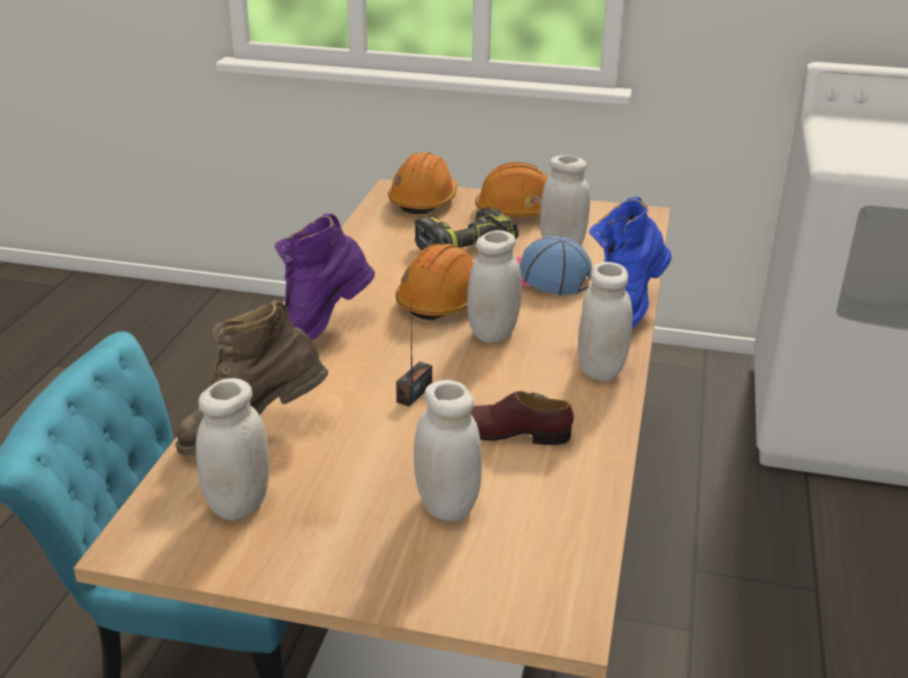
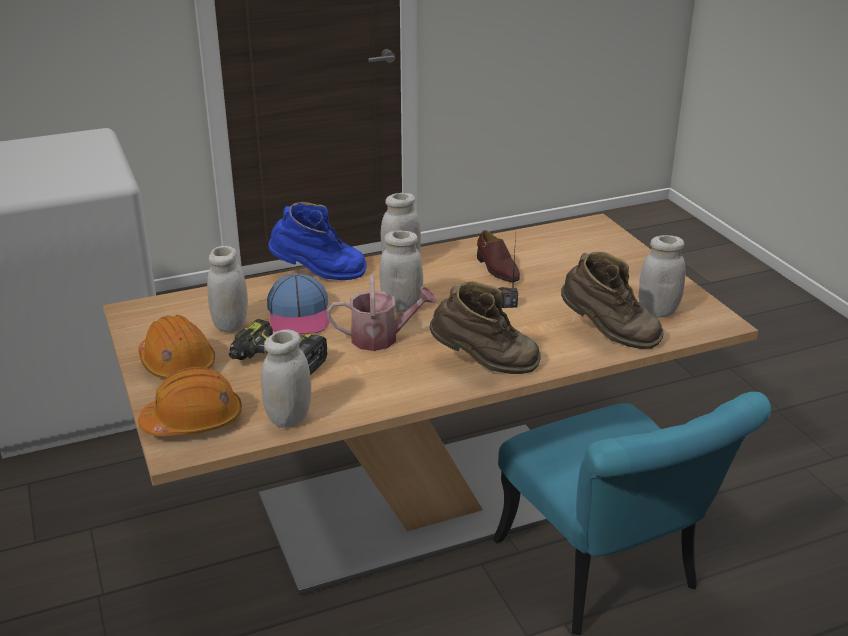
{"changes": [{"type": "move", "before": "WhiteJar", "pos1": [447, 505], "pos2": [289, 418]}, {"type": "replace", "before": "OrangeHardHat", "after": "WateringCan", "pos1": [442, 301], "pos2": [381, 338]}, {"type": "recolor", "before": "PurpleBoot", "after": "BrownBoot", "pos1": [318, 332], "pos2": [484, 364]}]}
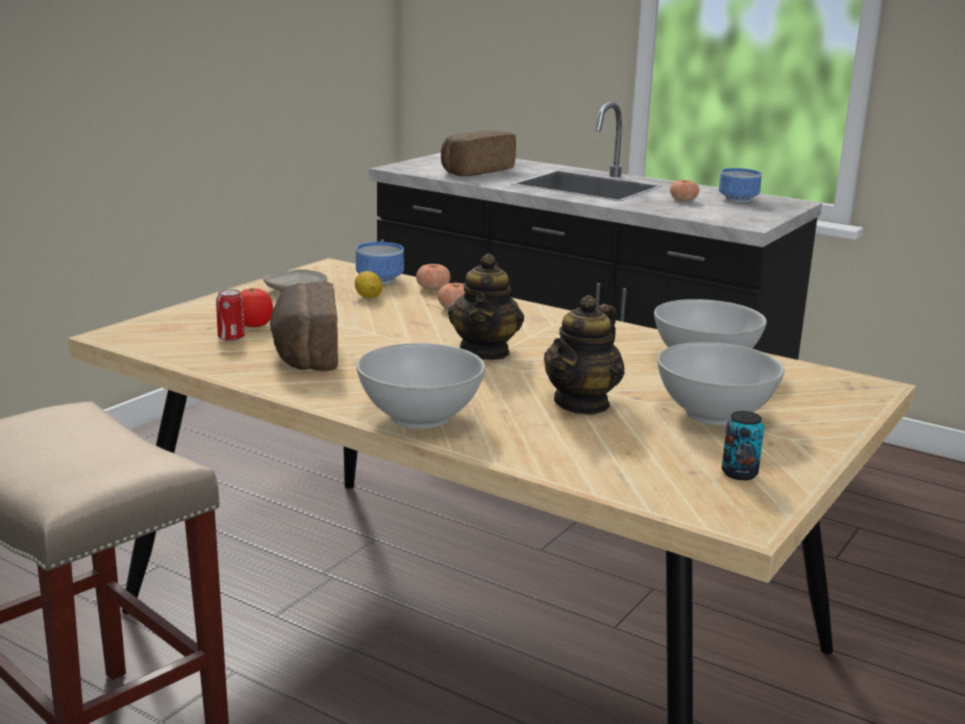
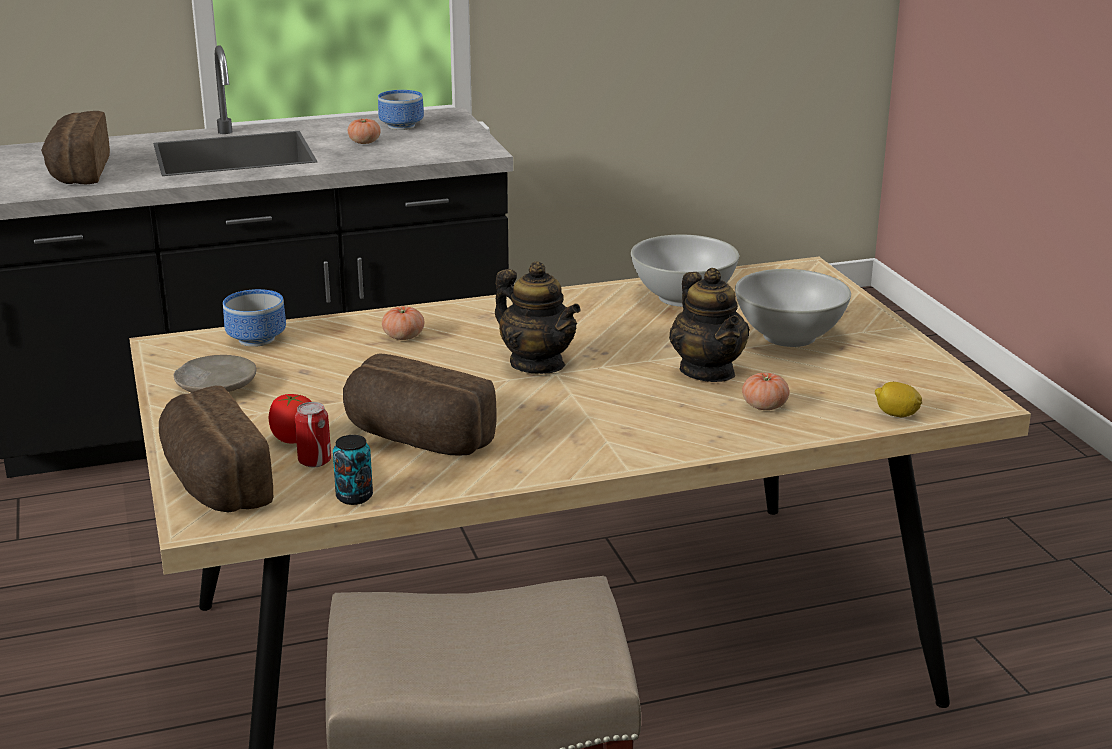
{"changes": [{"type": "insert", "after": "Bread", "pos2": [212, 483]}, {"type": "move", "before": "Can", "pos1": [739, 473], "pos2": [354, 497]}, {"type": "move", "before": "Tomato", "pos1": [433, 288], "pos2": [764, 406]}, {"type": "move", "before": "Lemon", "pos1": [368, 297], "pos2": [896, 415]}, {"type": "delete", "before": "WhiteBowl", "pos1": [419, 417]}]}
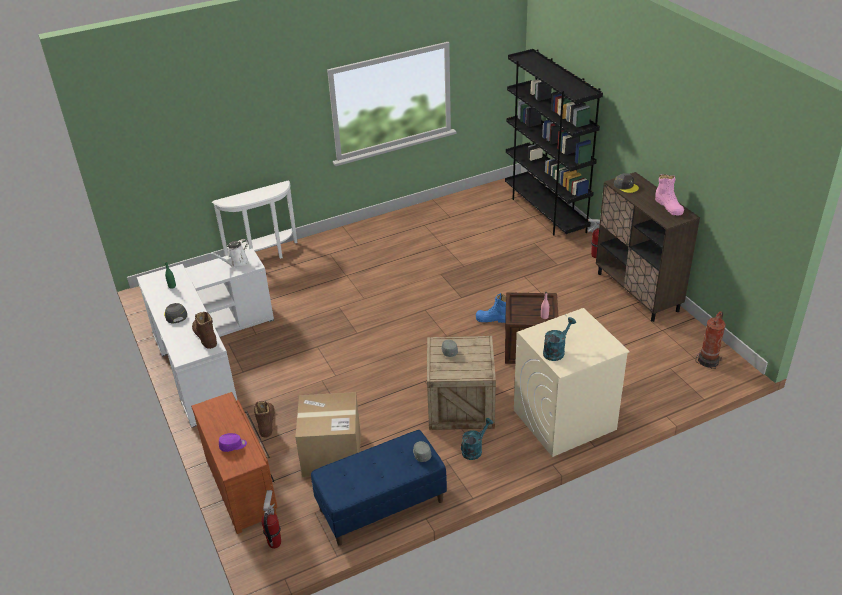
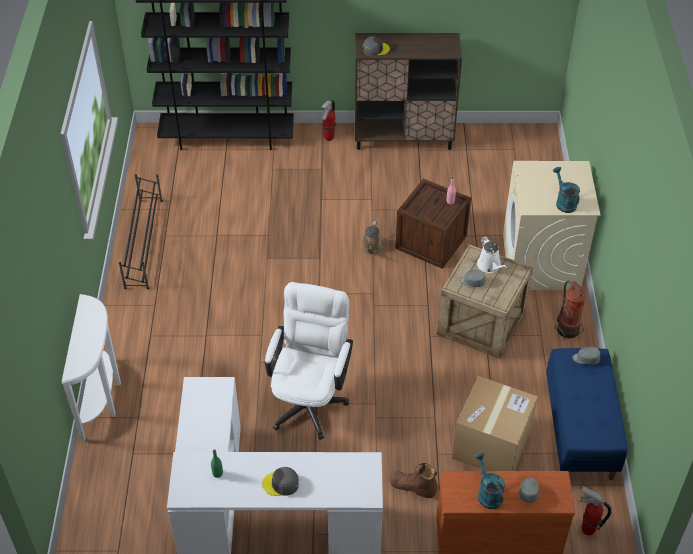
{"changes": [{"type": "insert", "after": "BlackShoeRack", "pos2": [144, 242]}, {"type": "insert", "after": "WhiteOfficeChair", "pos2": [310, 399]}, {"type": "replace", "before": "BlueBoot", "after": "BrownWateringCan", "pos1": [494, 319], "pos2": [371, 248]}, {"type": "move", "before": "TurquoiseWateringCan", "pos1": [474, 449], "pos2": [487, 493]}, {"type": "move", "before": "WhiteWateringCan", "pos1": [236, 263], "pos2": [490, 266]}, {"type": "recolor", "before": "PurpleCap", "after": "GreyCap", "pos1": [233, 446], "pos2": [528, 491]}, {"type": "move", "before": "FireExtinguisher", "pos1": [709, 360], "pos2": [567, 329]}, {"type": "delete", "before": "BrownBoot", "pos1": [205, 336]}, {"type": "delete", "before": "PinkBoot", "pos1": [668, 206]}]}
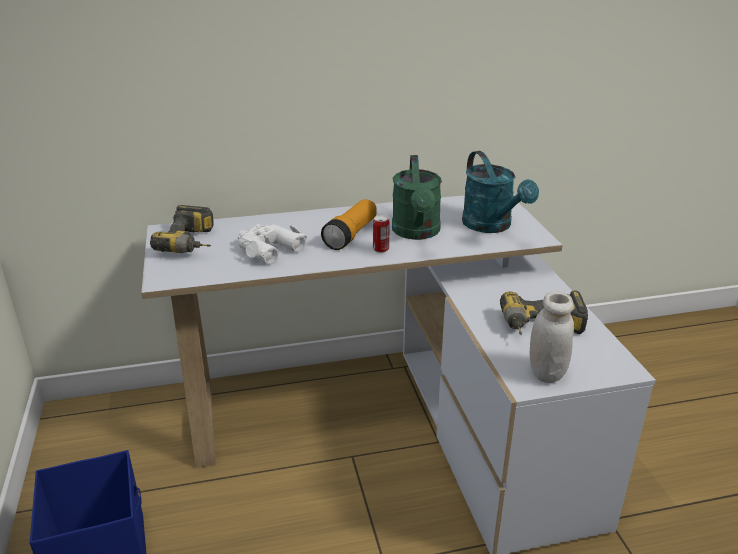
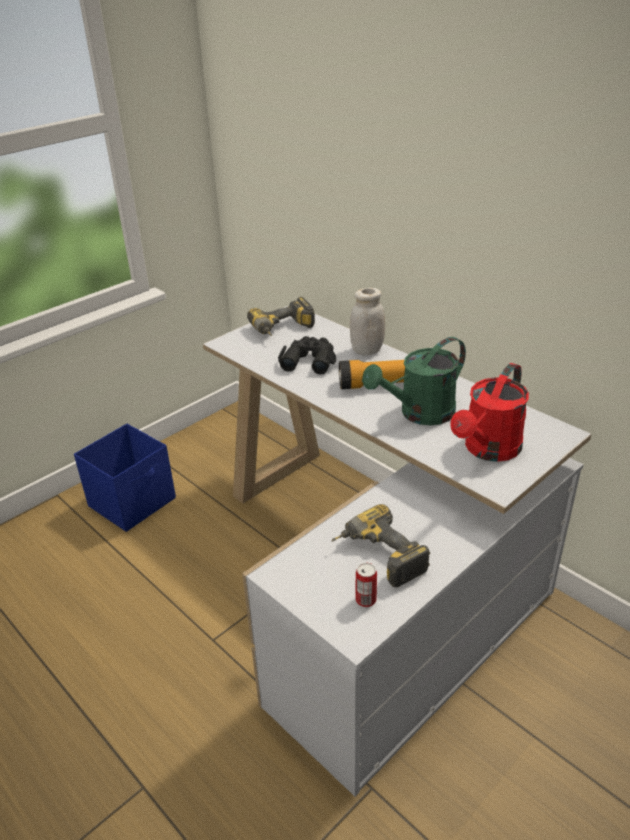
{"changes": [{"type": "recolor", "before": "WhiteBinoculars", "after": "BlackBinoculars", "pos1": [268, 249], "pos2": [309, 360]}, {"type": "move", "before": "WhiteJar", "pos1": [546, 373], "pos2": [367, 350]}, {"type": "move", "before": "Can", "pos1": [380, 249], "pos2": [366, 600]}, {"type": "recolor", "before": "TurquoiseWateringCan", "after": "RedWateringCan", "pos1": [492, 226], "pos2": [488, 450]}]}
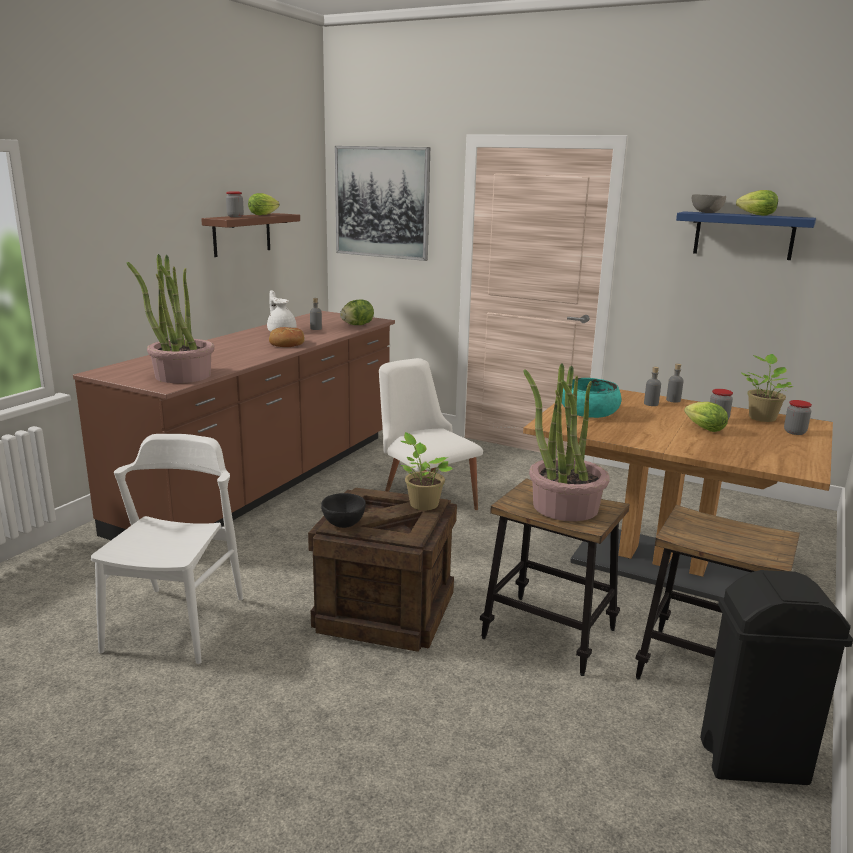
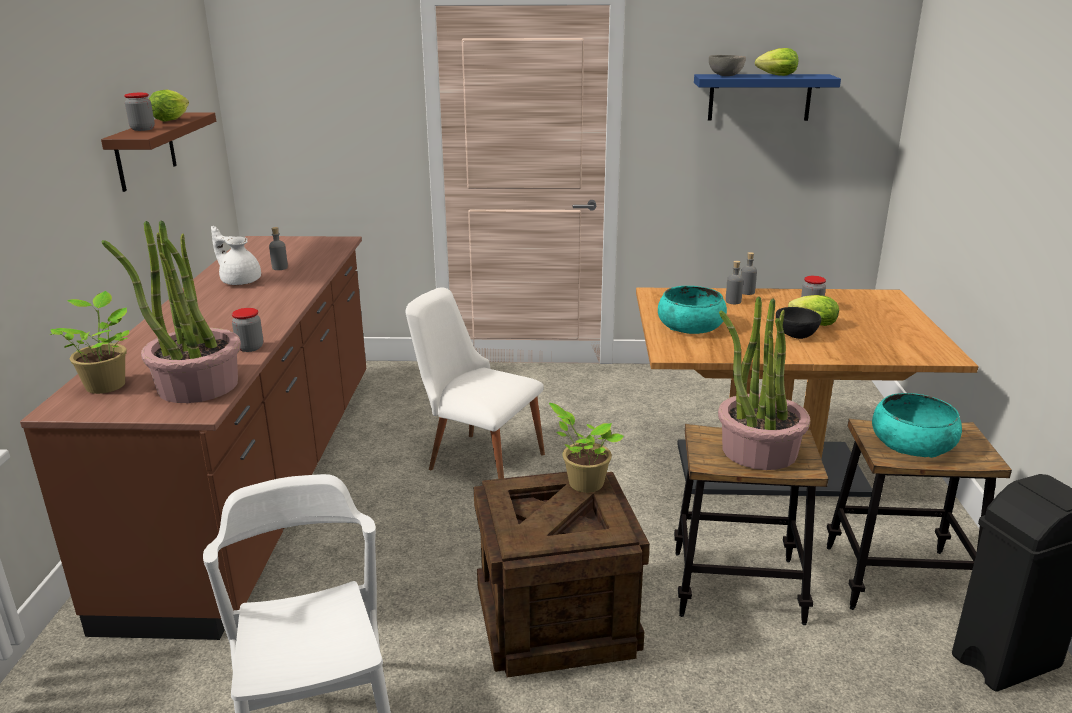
{"changes": [{"type": "move", "before": "PottedPlant", "pos1": [762, 417], "pos2": [106, 384]}, {"type": "move", "before": "Jar", "pos1": [794, 432], "pos2": [250, 347]}, {"type": "move", "before": "BlackBowl", "pos1": [343, 524], "pos2": [795, 336]}, {"type": "insert", "after": "TurquoiseBowl", "pos2": [912, 444]}, {"type": "delete", "before": "Bread", "pos1": [286, 344]}, {"type": "delete", "before": "Picture", "pos1": [382, 202]}, {"type": "delete", "before": "Lettuce", "pos1": [357, 325]}]}
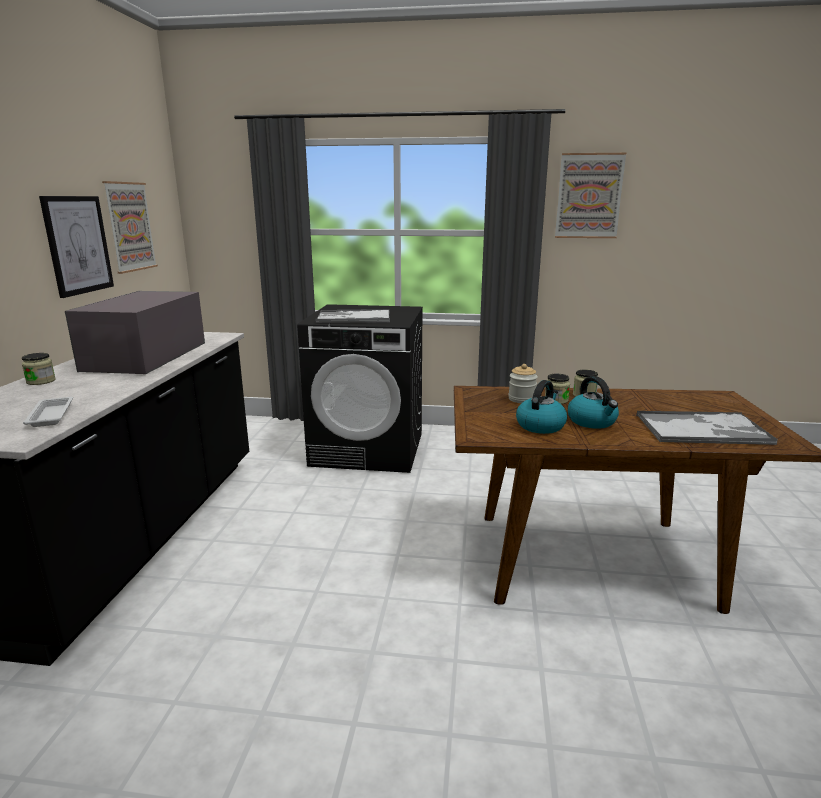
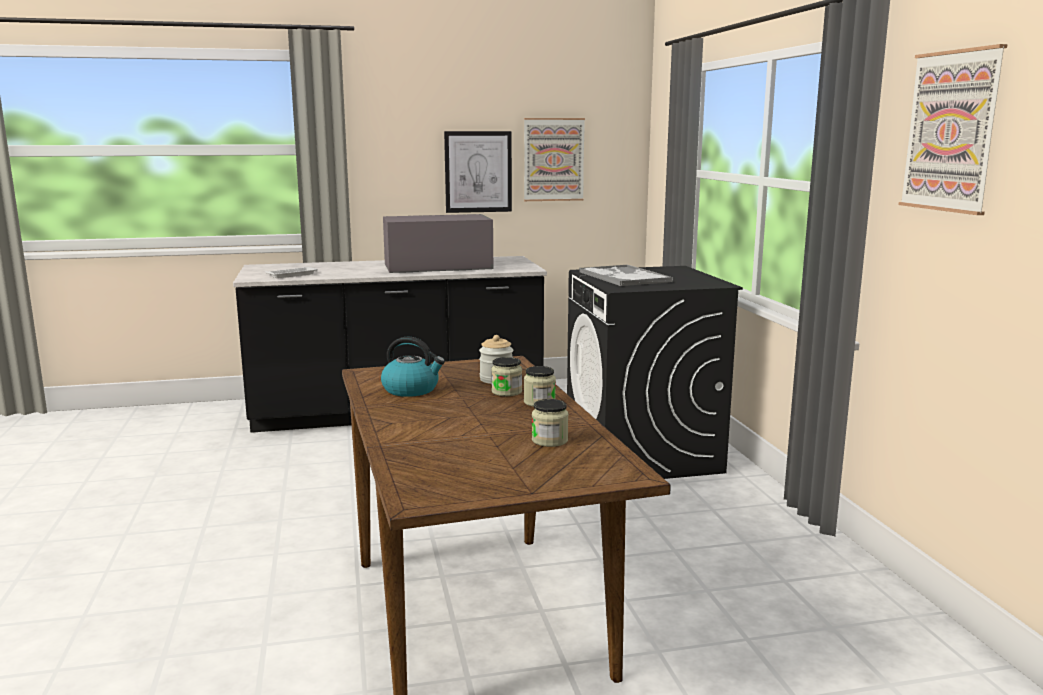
{"changes": [{"type": "move", "before": "Jar", "pos1": [41, 381], "pos2": [549, 440]}, {"type": "delete", "before": "Kettle", "pos1": [592, 421]}, {"type": "delete", "before": "Tray", "pos1": [703, 429]}]}
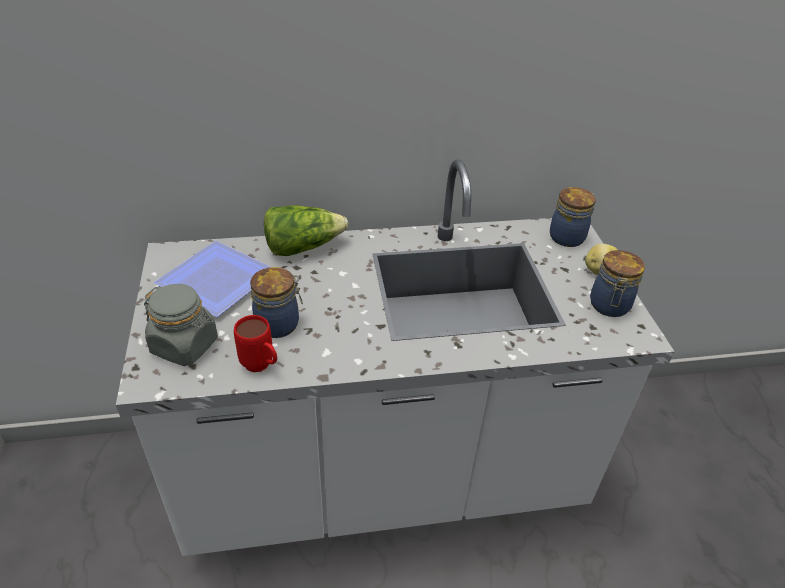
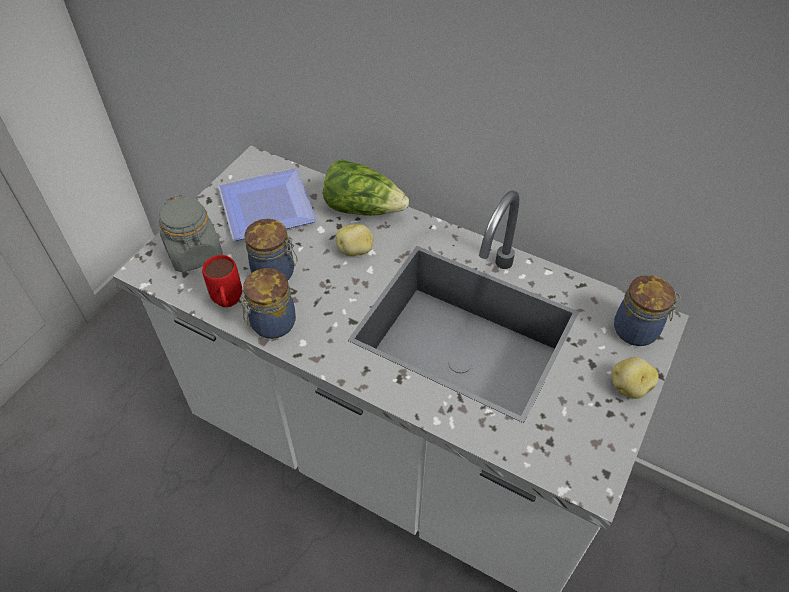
{"changes": [{"type": "move", "before": "Jar", "pos1": [609, 306], "pos2": [271, 324]}, {"type": "insert", "after": "Potato", "pos2": [356, 251]}]}
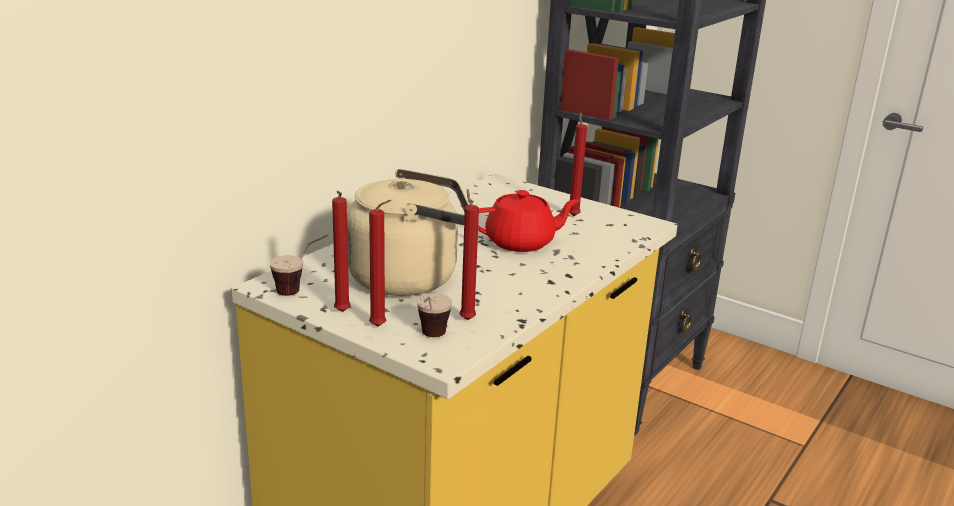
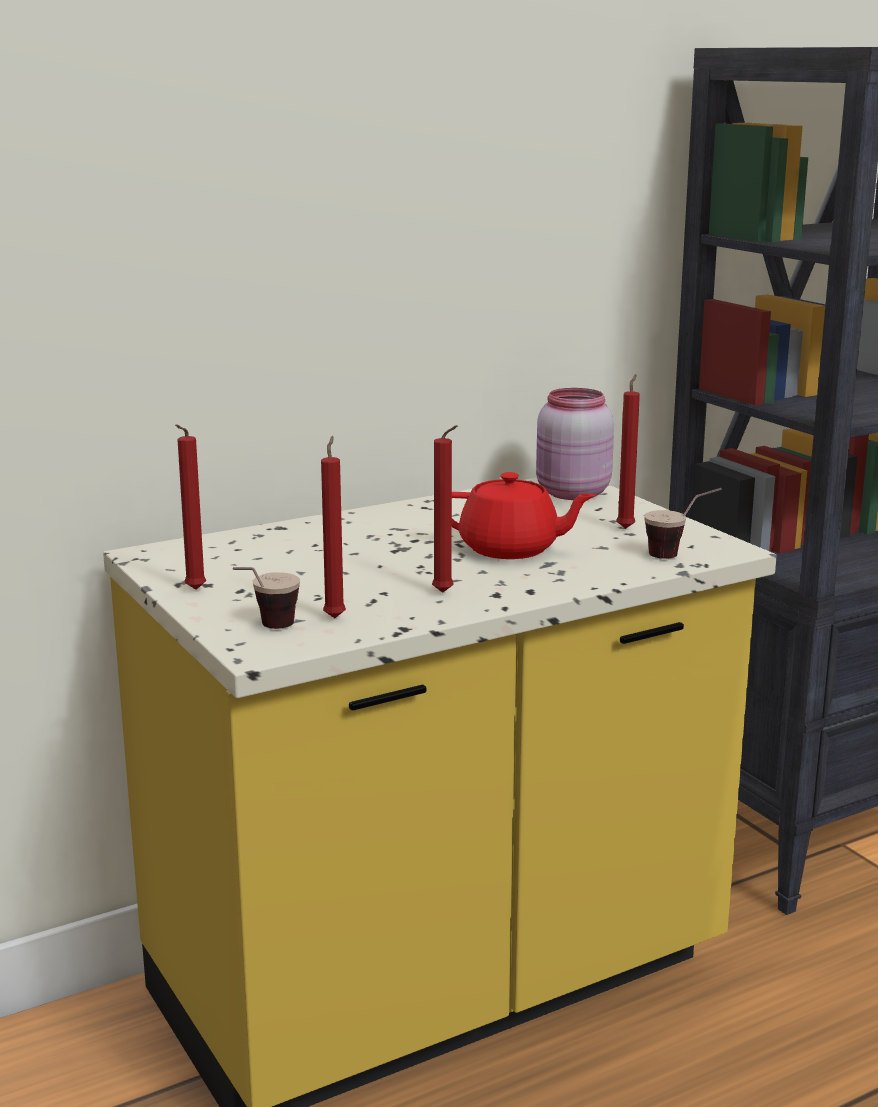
{"changes": [{"type": "move", "before": "RedCandle", "pos1": [380, 327], "pos2": [445, 593]}, {"type": "insert", "after": "PinkJar", "pos2": [571, 493]}, {"type": "move", "before": "Cup", "pos1": [301, 289], "pos2": [680, 554]}, {"type": "delete", "before": "BeigeKettle", "pos1": [410, 278]}]}
